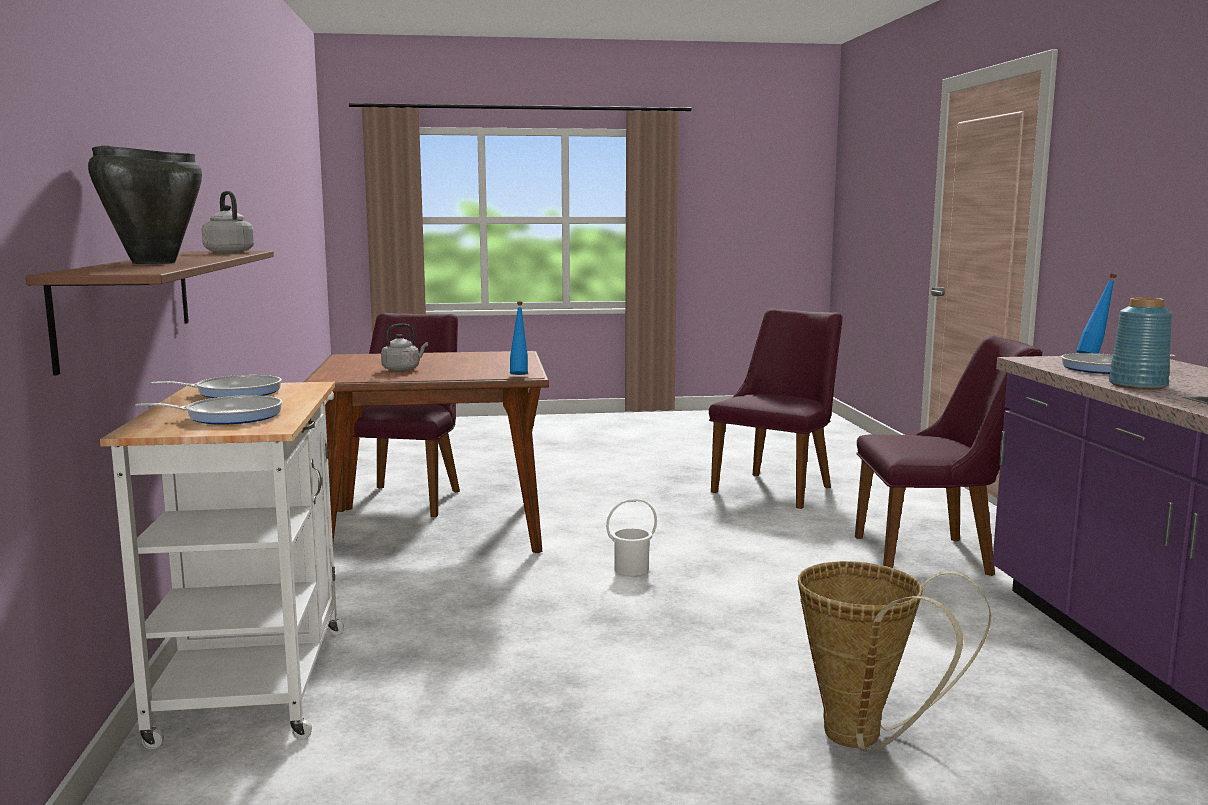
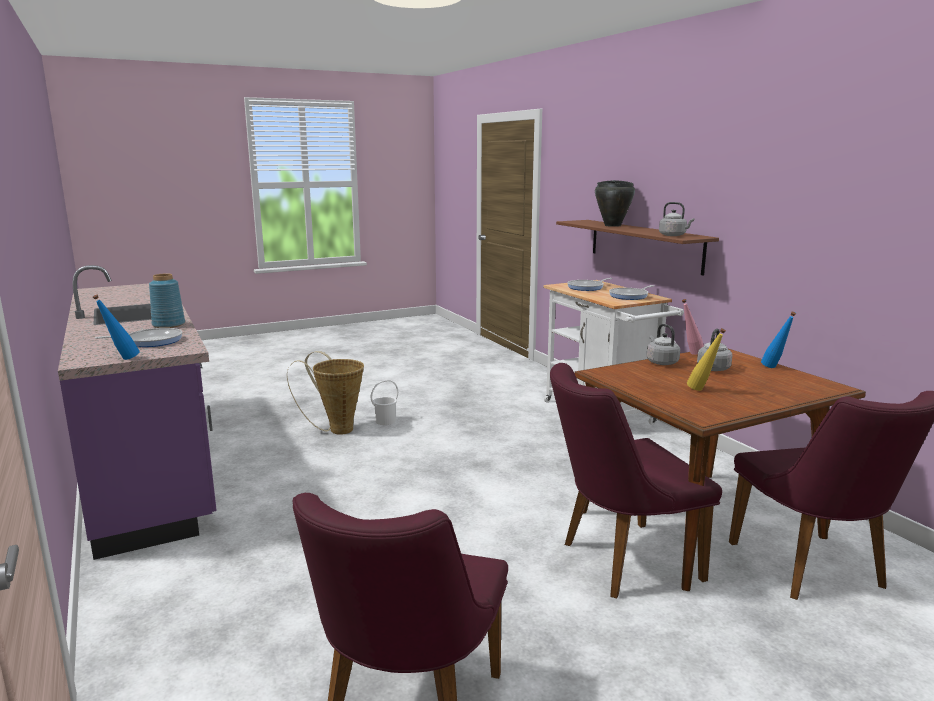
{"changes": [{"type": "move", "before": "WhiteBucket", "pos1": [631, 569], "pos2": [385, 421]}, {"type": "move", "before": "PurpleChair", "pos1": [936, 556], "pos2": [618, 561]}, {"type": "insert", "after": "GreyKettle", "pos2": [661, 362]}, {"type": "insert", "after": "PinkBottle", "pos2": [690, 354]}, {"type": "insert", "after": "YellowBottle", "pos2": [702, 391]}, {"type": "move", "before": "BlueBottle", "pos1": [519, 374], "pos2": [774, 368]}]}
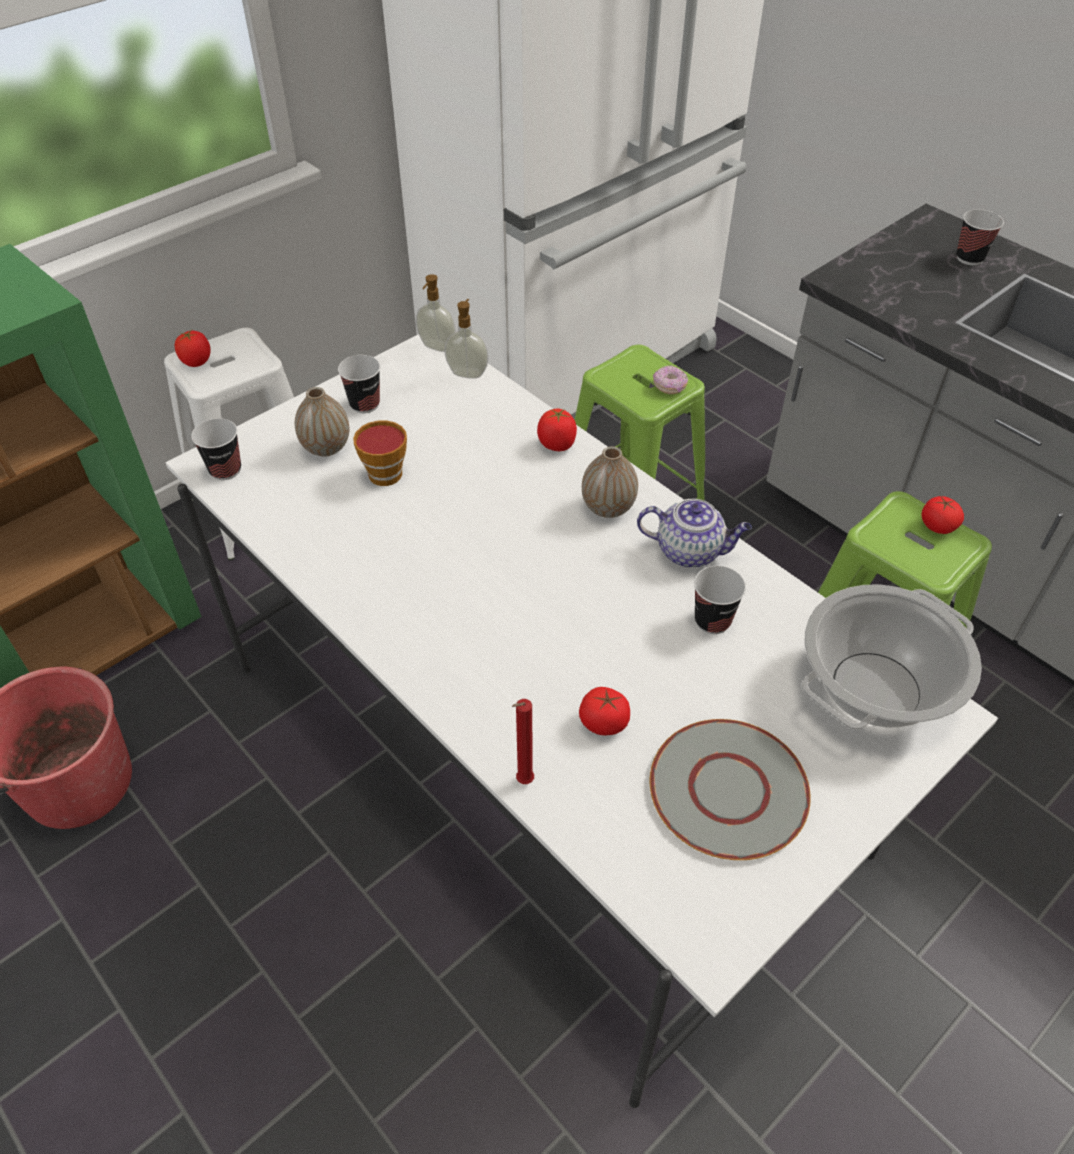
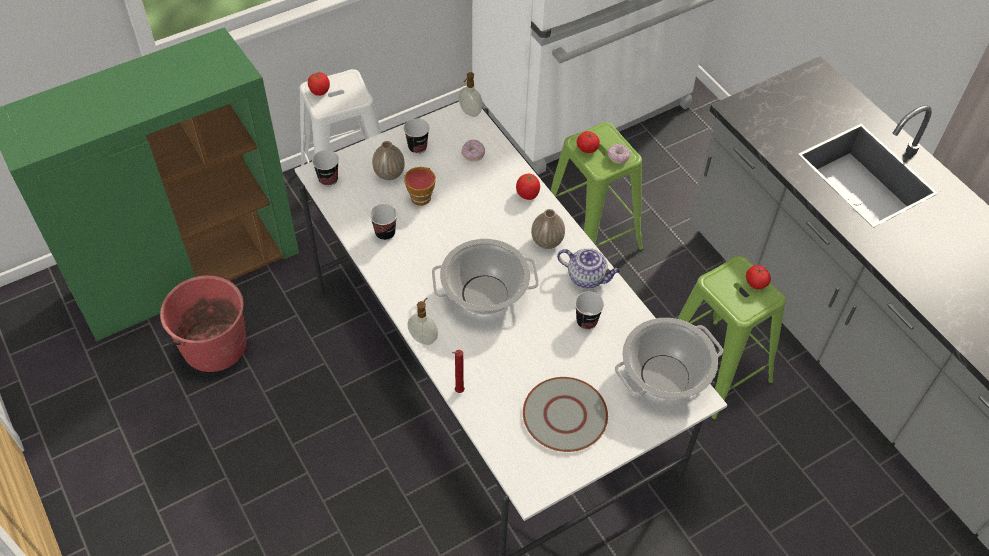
{"changes": [{"type": "move", "before": "Cup", "pos1": [969, 258], "pos2": [385, 233]}, {"type": "move", "before": "SoapDispenser", "pos1": [468, 373], "pos2": [423, 338]}, {"type": "insert", "after": "CookingPot", "pos2": [484, 295]}, {"type": "insert", "after": "Donut", "pos2": [473, 154]}, {"type": "move", "before": "Tomato", "pos1": [604, 722], "pos2": [587, 148]}]}
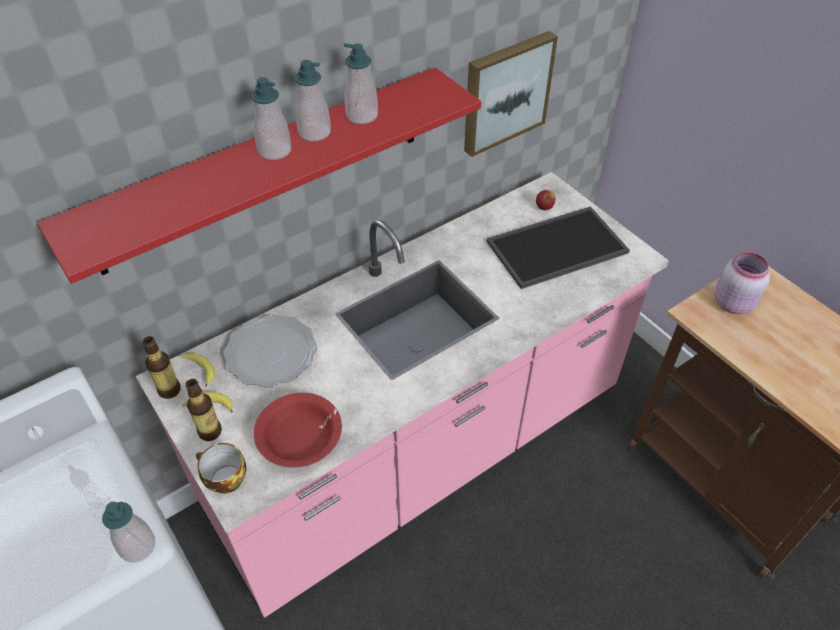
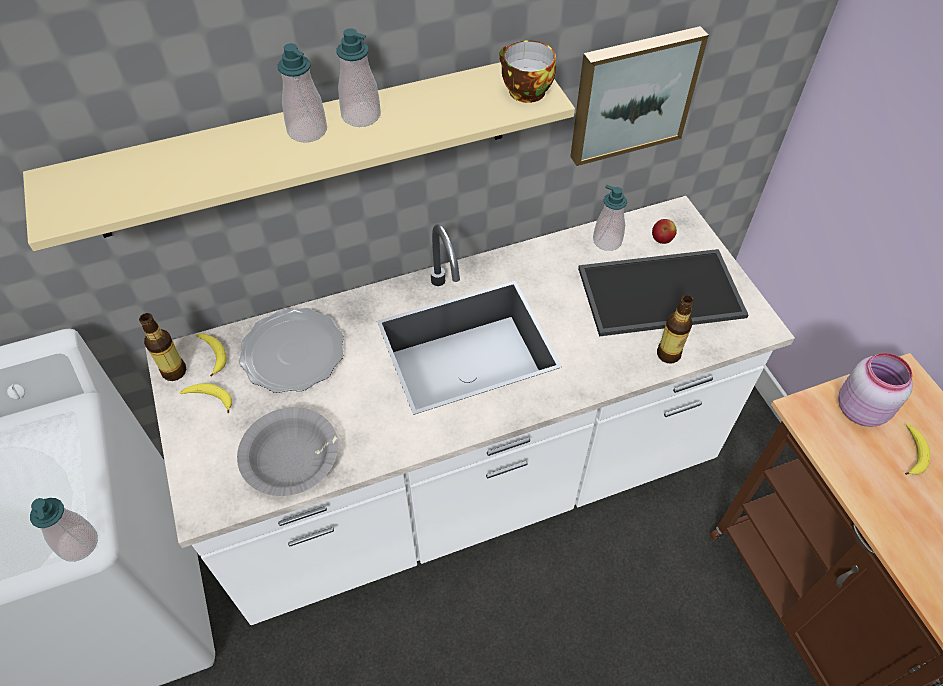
{"changes": [{"type": "recolor", "before": "RedShelf", "after": "BeigeShelf", "pos1": [264, 169], "pos2": [305, 147]}, {"type": "recolor", "before": "PinkCounter", "after": "WhiteCounter", "pos1": [420, 453], "pos2": [471, 483]}, {"type": "recolor", "before": "RedBowl", "after": "GreyBowl", "pos1": [300, 437], "pos2": [291, 459]}, {"type": "move", "before": "Cup", "pos1": [224, 480], "pos2": [523, 91]}, {"type": "move", "before": "SoapDispenser", "pos1": [362, 116], "pos2": [607, 241]}, {"type": "move", "before": "Bottle", "pos1": [210, 432], "pos2": [668, 354]}, {"type": "insert", "after": "Banana", "pos2": [913, 453]}]}
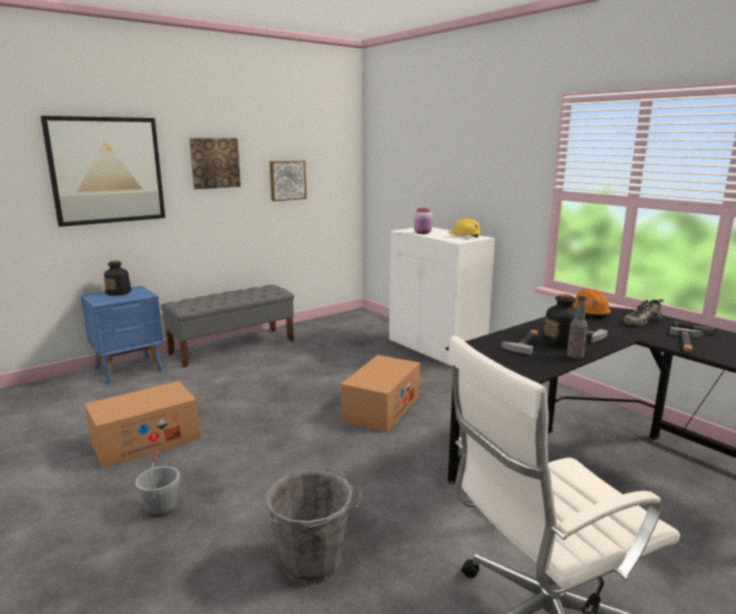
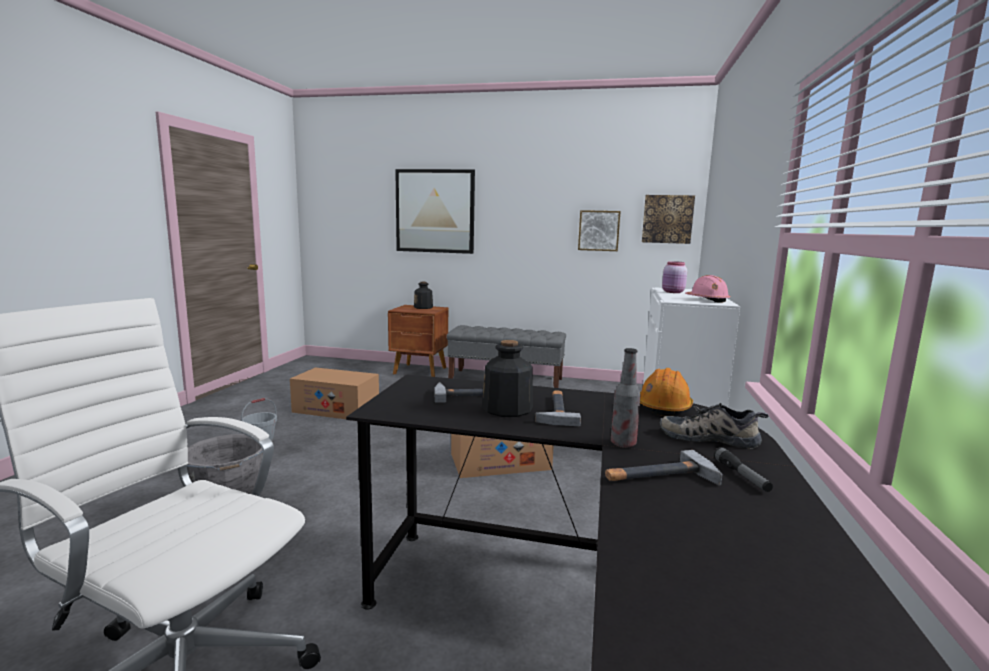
{"changes": [{"type": "recolor", "before": "BlueNightstand", "after": "BrownNightstand", "pos1": [130, 369], "pos2": [420, 371]}, {"type": "move", "before": "Bottle", "pos1": [575, 357], "pos2": [623, 443]}, {"type": "move", "before": "Picture", "pos1": [215, 163], "pos2": [667, 219]}, {"type": "recolor", "before": "YellowHardHat", "after": "PinkHardHat", "pos1": [465, 236], "pos2": [707, 300]}]}
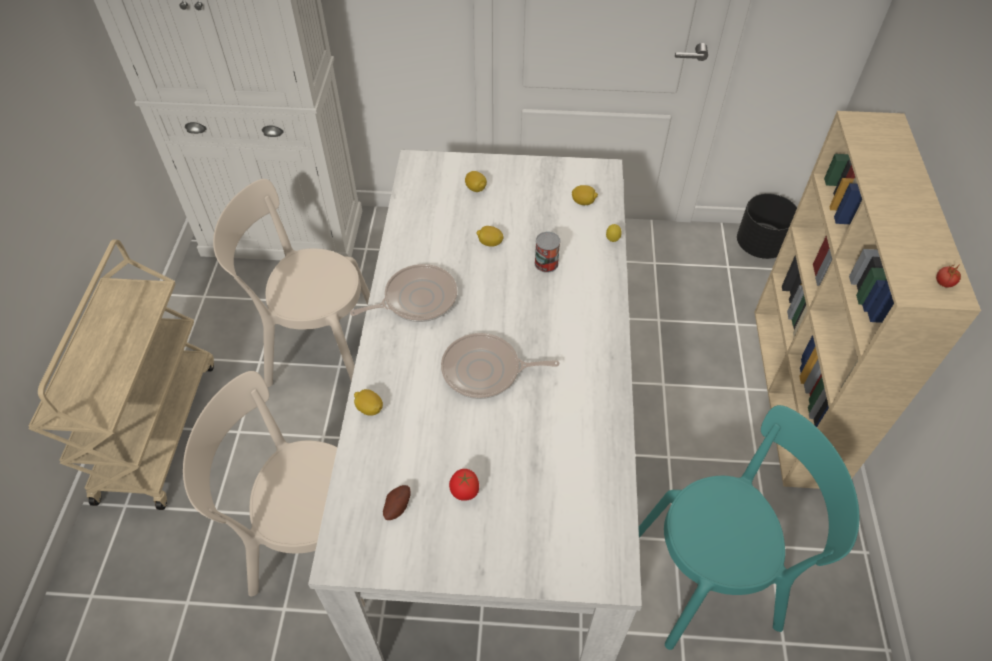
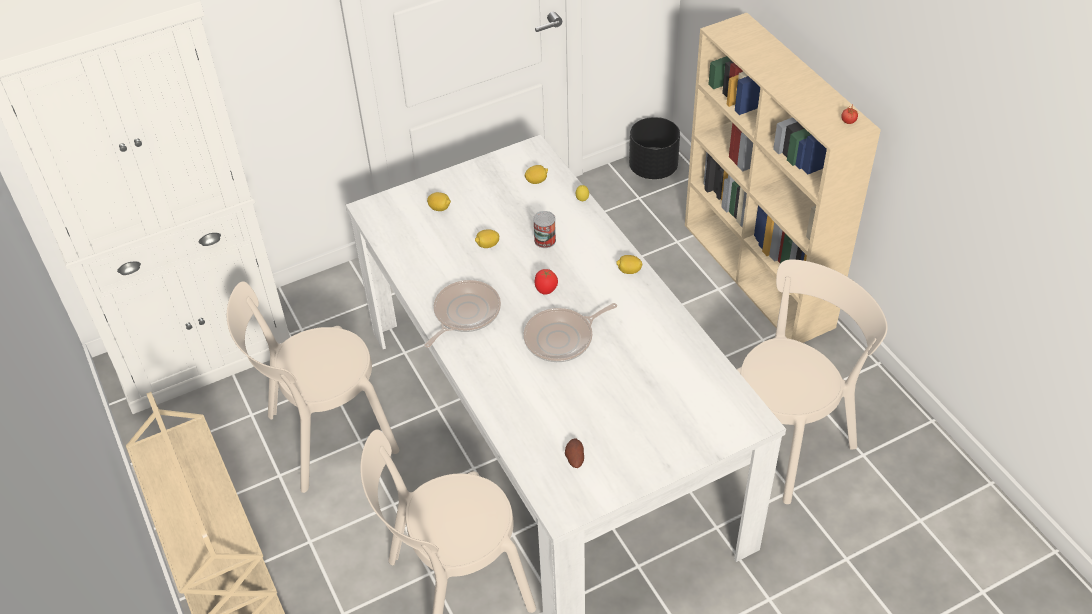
{"changes": [{"type": "move", "before": "Tomato", "pos1": [464, 493], "pos2": [546, 291]}, {"type": "move", "before": "Lemon", "pos1": [369, 408], "pos2": [629, 271]}, {"type": "recolor", "before": "TurquoiseChair", "after": "BeigeChair", "pos1": [713, 577], "pos2": [786, 438]}]}
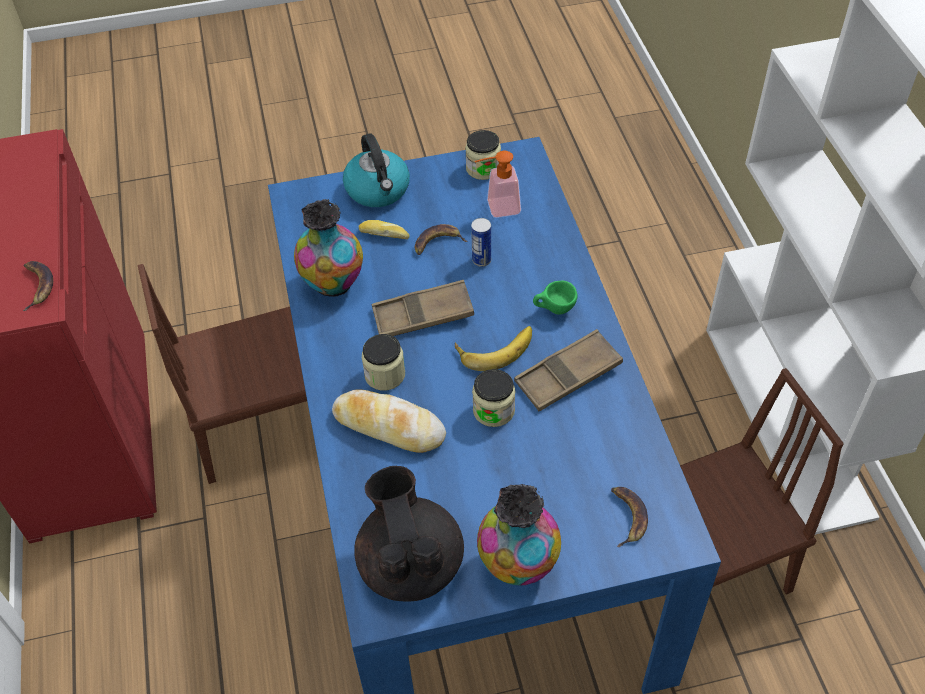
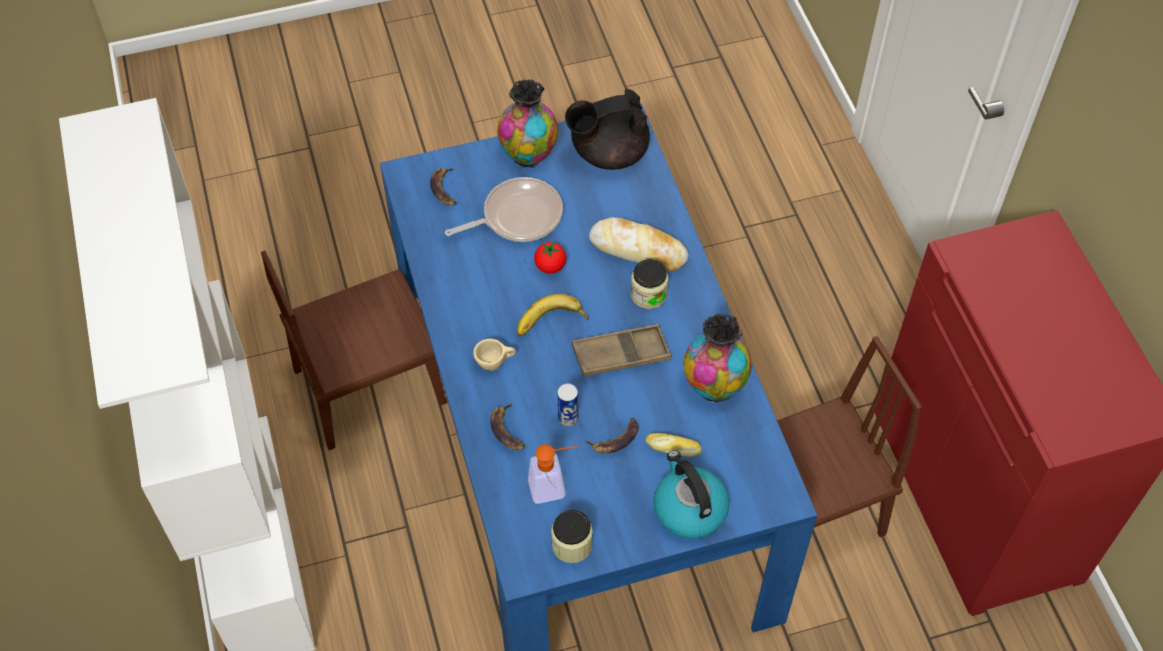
{"changes": [{"type": "insert", "after": "FryingPan", "pos2": [517, 216]}, {"type": "recolor", "before": "GreenCup", "after": "BeigeCup", "pos1": [554, 310], "pos2": [495, 363]}, {"type": "move", "before": "Banana", "pos1": [37, 286], "pos2": [508, 430]}, {"type": "replace", "before": "Jar", "after": "Tomato", "pos1": [493, 410], "pos2": [550, 266]}, {"type": "rotate", "before": "BlackTeapot", "pos1": [410, 563], "pos2": [608, 152], "turn": 90}, {"type": "delete", "before": "BrownTray", "pos1": [568, 375]}]}
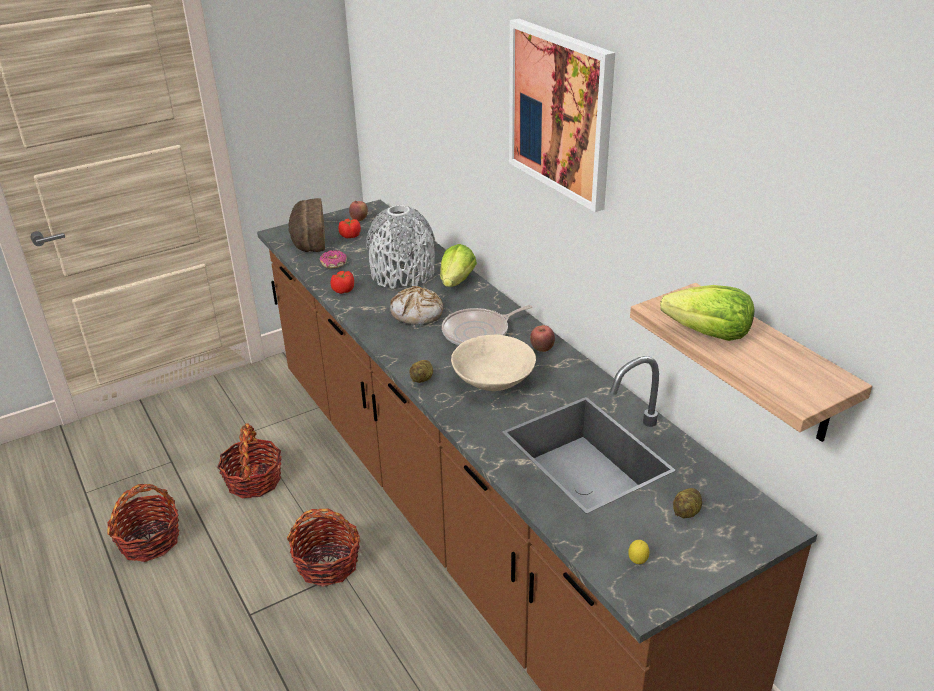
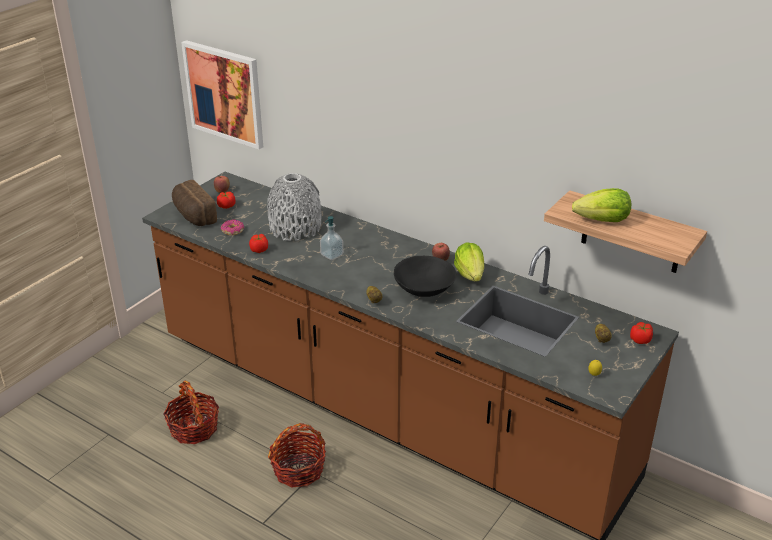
{"changes": [{"type": "move", "before": "Picture", "pos1": [561, 112], "pos2": [225, 93]}, {"type": "replace", "before": "Bread", "after": "SoapDispenser", "pos1": [417, 313], "pos2": [332, 255]}, {"type": "recolor", "before": "BeigeBowl", "after": "BlackBowl", "pos1": [493, 380], "pos2": [424, 289]}, {"type": "move", "before": "Lettuce", "pos1": [457, 282], "pos2": [470, 275]}, {"type": "insert", "after": "Tomato", "pos2": [640, 340]}, {"type": "delete", "before": "Basket", "pos1": [150, 541]}, {"type": "delete", "before": "FryingPan", "pos1": [479, 332]}]}
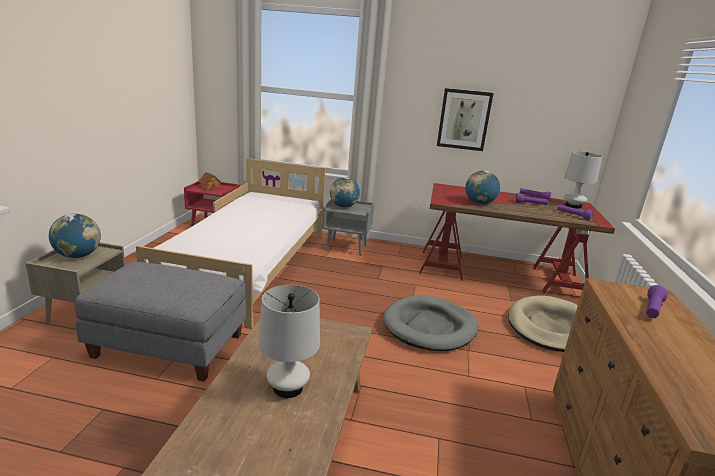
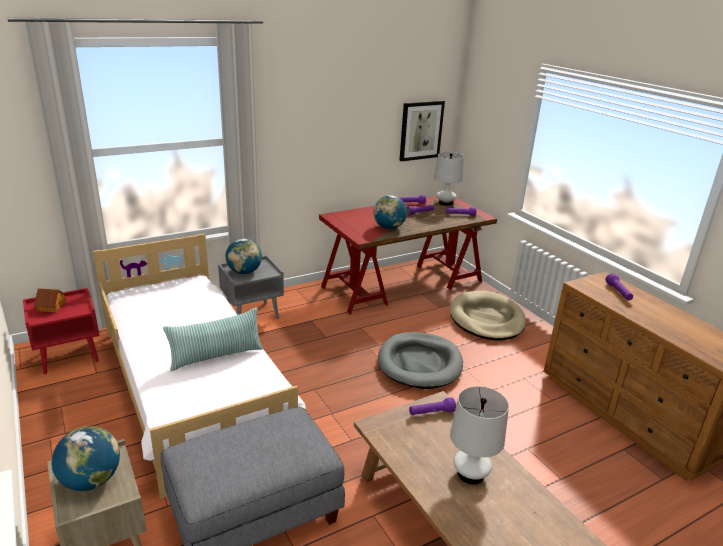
{"changes": [{"type": "insert", "after": "Pillow", "pos2": [216, 356]}, {"type": "move", "before": "Picture", "pos1": [464, 119], "pos2": [421, 130]}, {"type": "insert", "after": "PurpleFlashlight", "pos2": [431, 413]}]}
